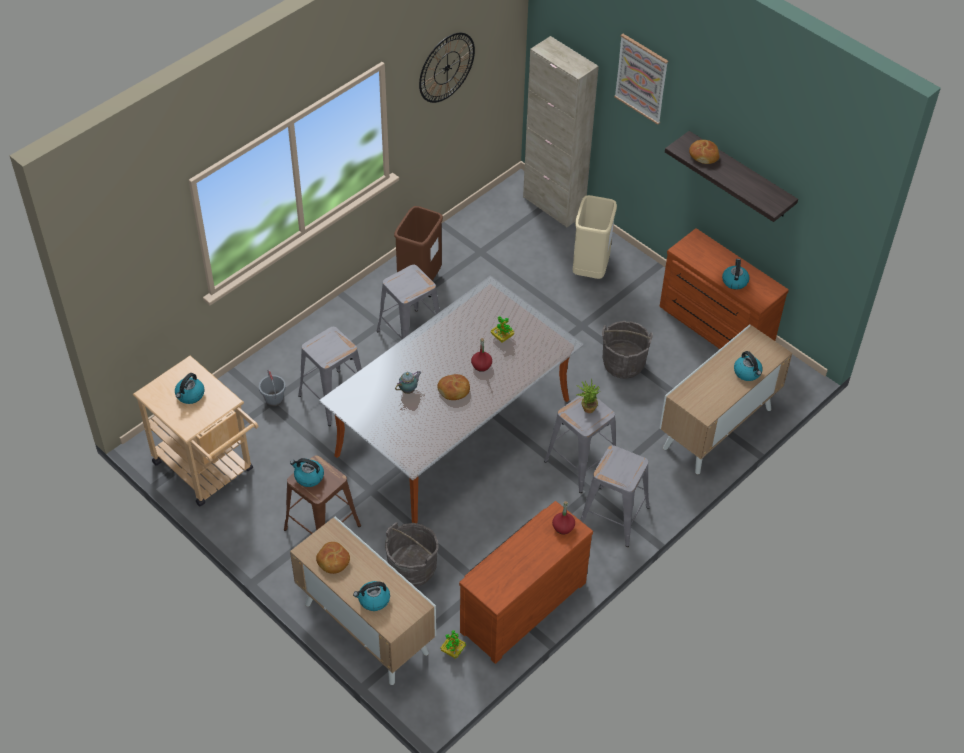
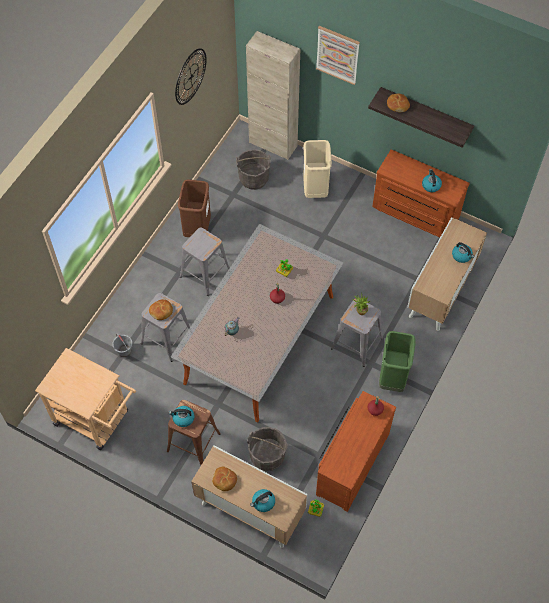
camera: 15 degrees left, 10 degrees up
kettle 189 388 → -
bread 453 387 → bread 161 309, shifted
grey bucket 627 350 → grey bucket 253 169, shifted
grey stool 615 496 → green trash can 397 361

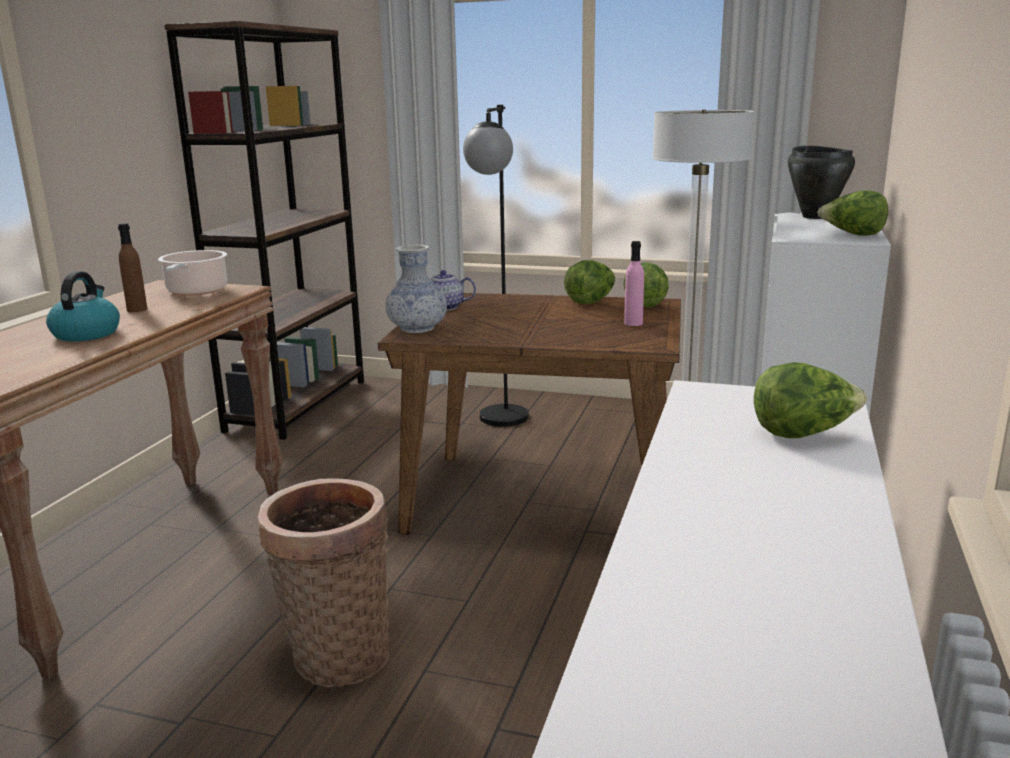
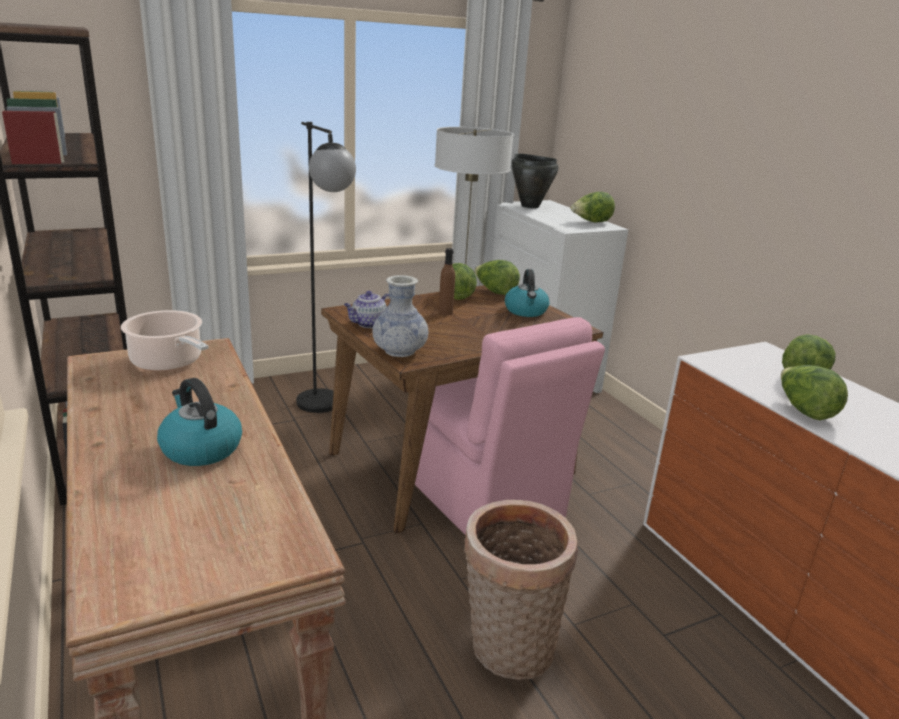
camera: 45 degrees left, 5 degrees up
- → pink chair 510 426
- → lettuce 814 392
brown bottle 132 267 → brown bottle 446 281, shifted
pink bottle 634 283 → kettle 527 293

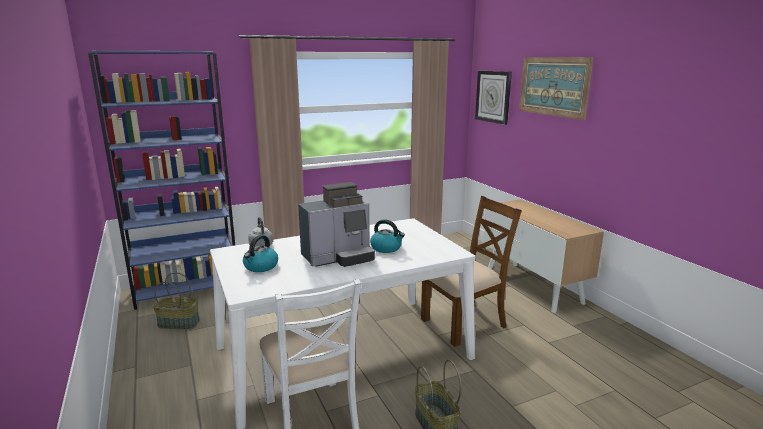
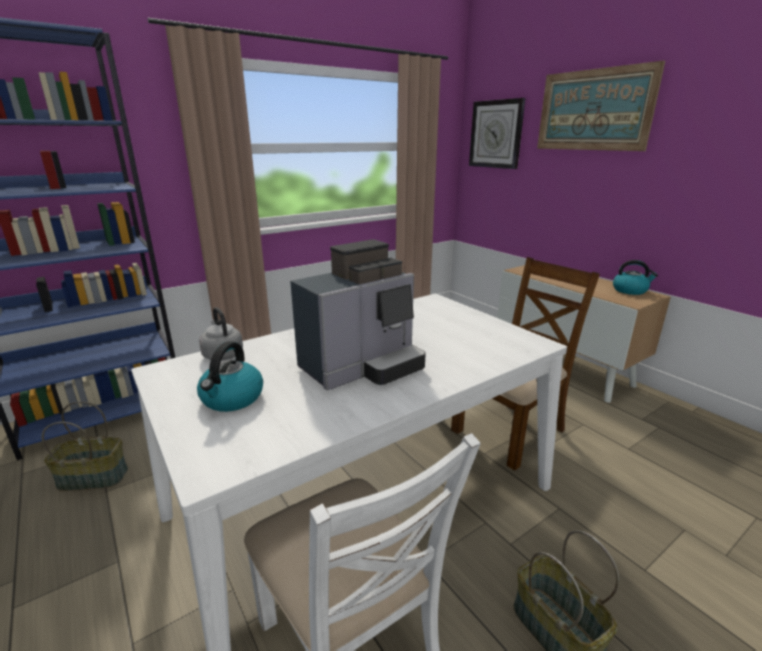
camera: 10 degrees left, 5 degrees up
kettle 387 236 → kettle 635 277, shifted

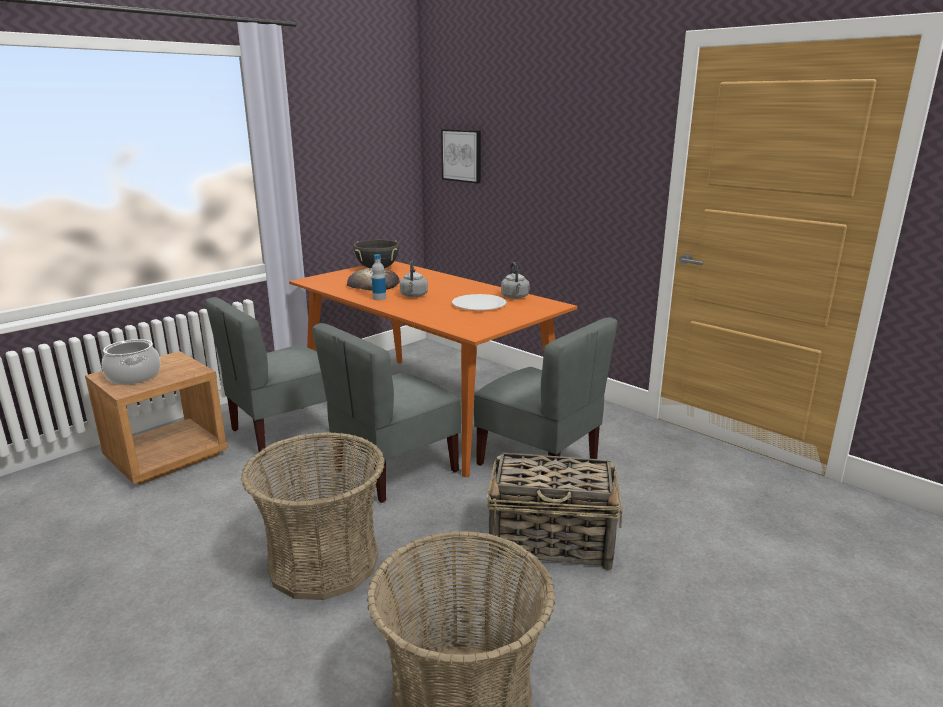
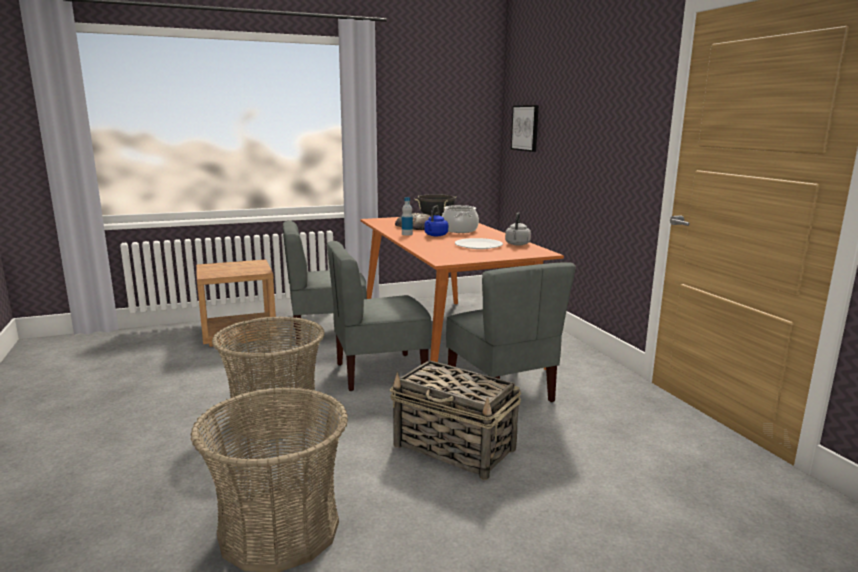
camera: 25 degrees right, 5 degrees down
cooking pot 131 361 → cooking pot 460 219, shifted
grey kettle 414 279 → blue kettle 436 221

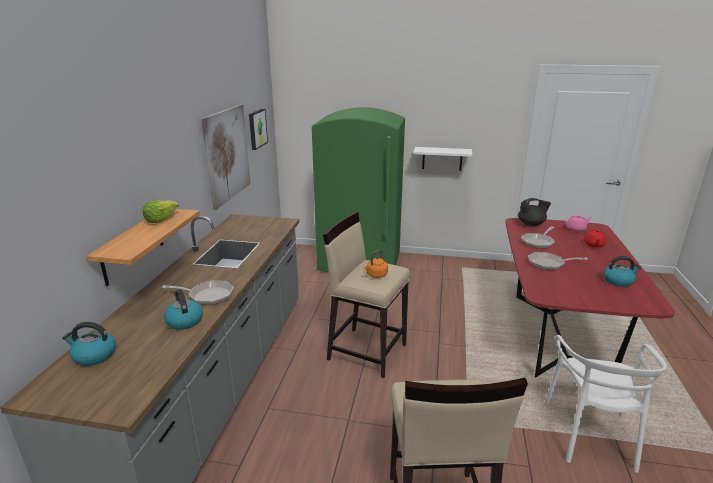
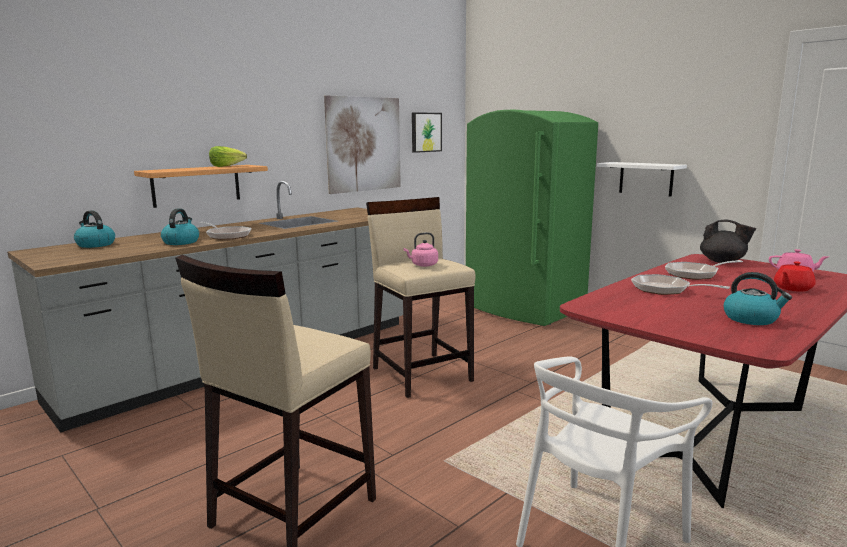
camera: 35 degrees right, 10 degrees down
orange kettle 376 264 → pink kettle 421 249

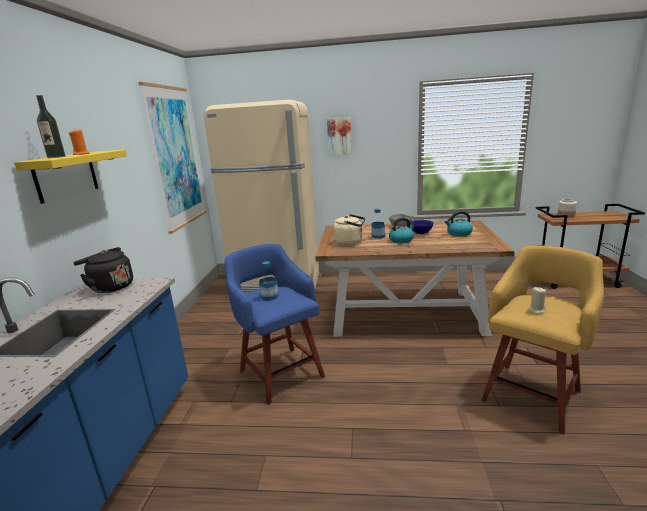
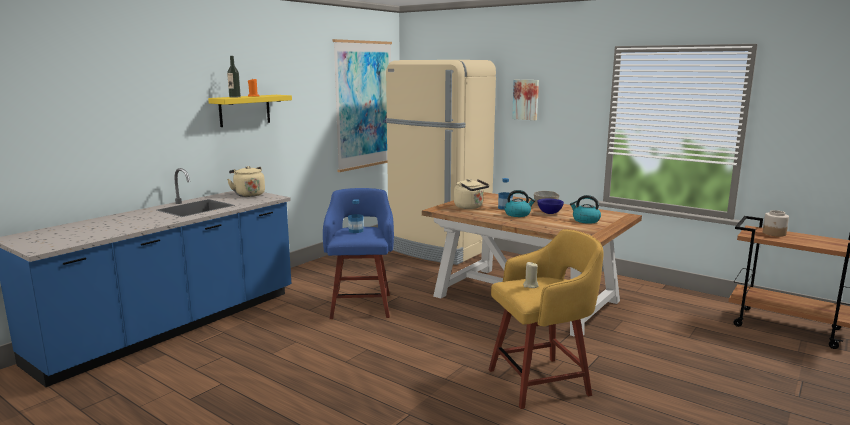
camera: 30 degrees right, 5 degrees down
black kettle 103 270 → beige kettle 246 181

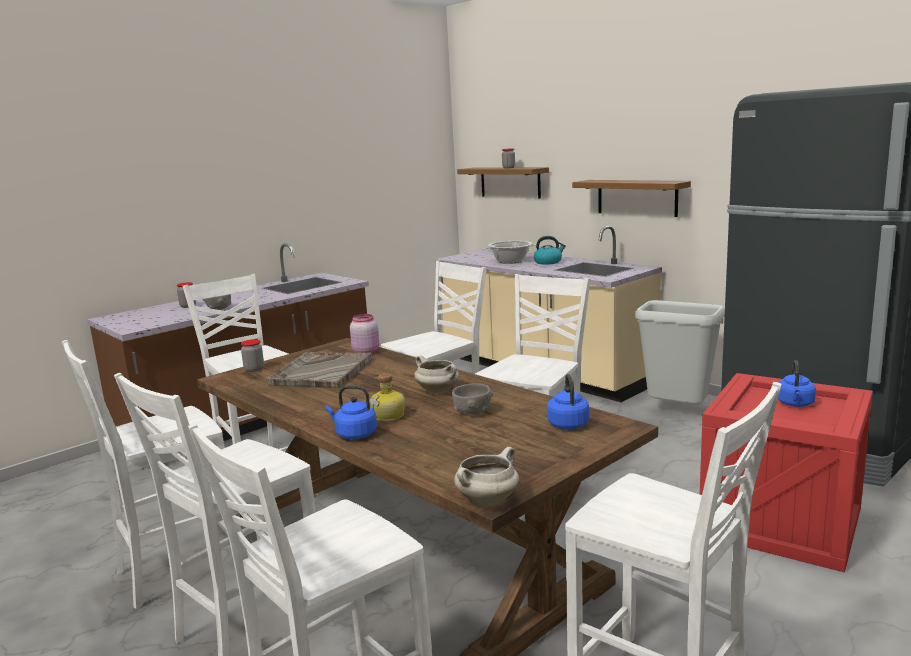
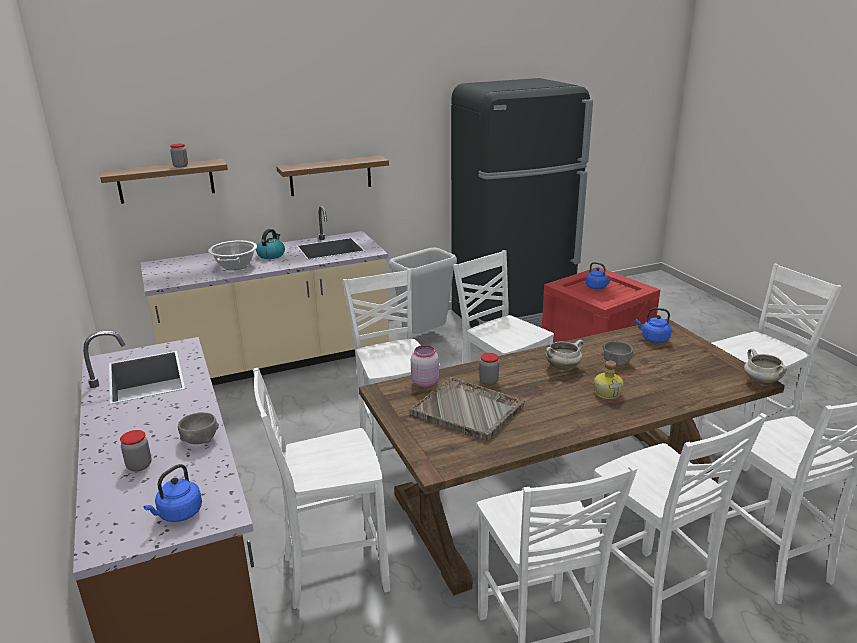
camera: 70 degrees left, 10 degrees up
jar 252 355 → jar 489 369, shifted
blue kettle 351 412 → blue kettle 172 493, shifted

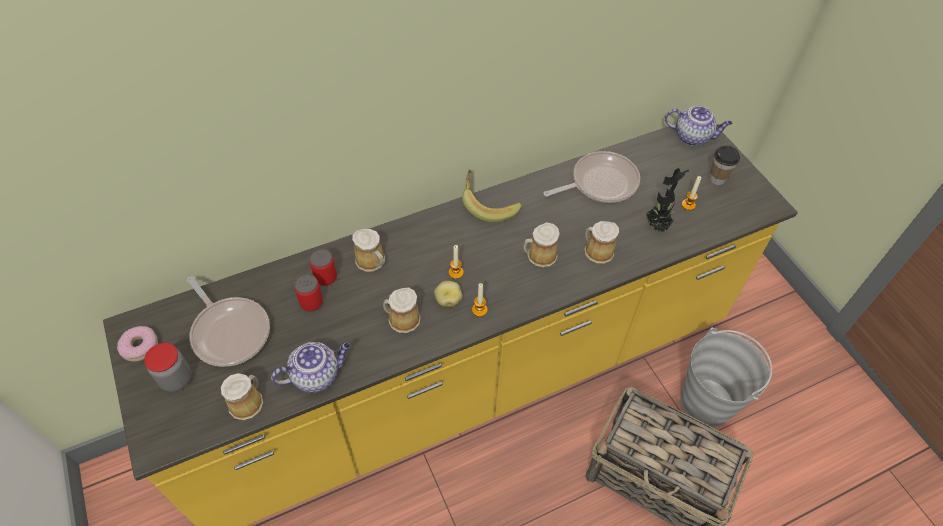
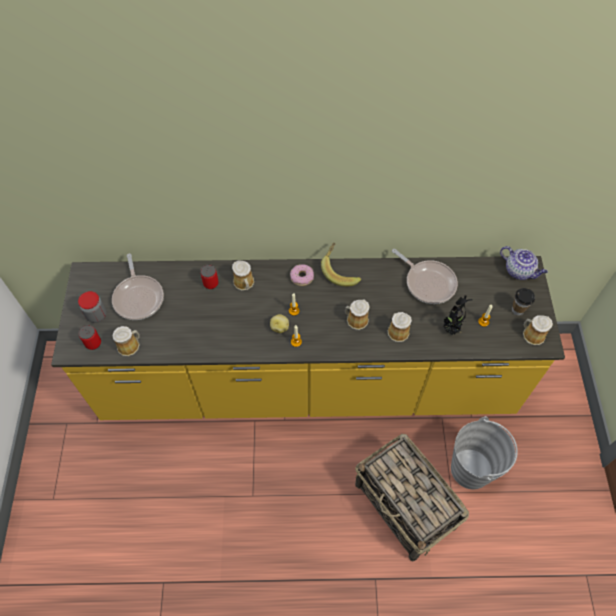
camera: 25 degrees right, 5 degrees up
teapot 310 367 → -
donut 137 344 → donut 302 275, shifted
can 308 292 → can 89 337, shifted
mug 402 310 → mug 538 330, shifted
frying pan 591 177 → frying pan 425 276, 45 degrees clockwise

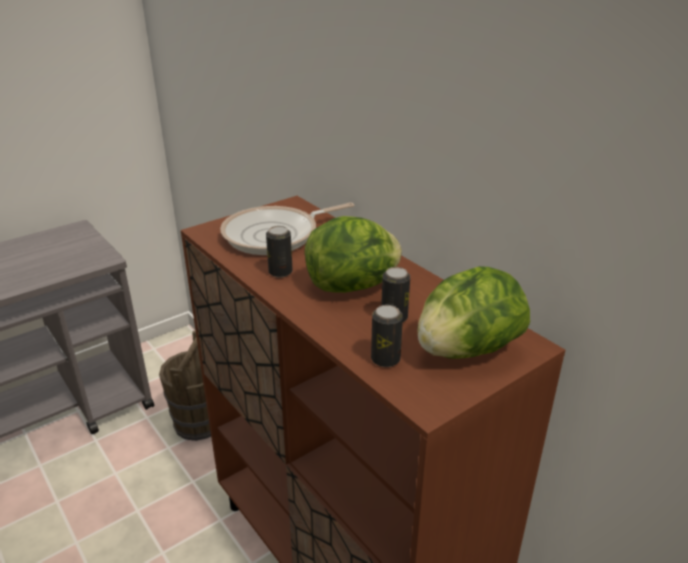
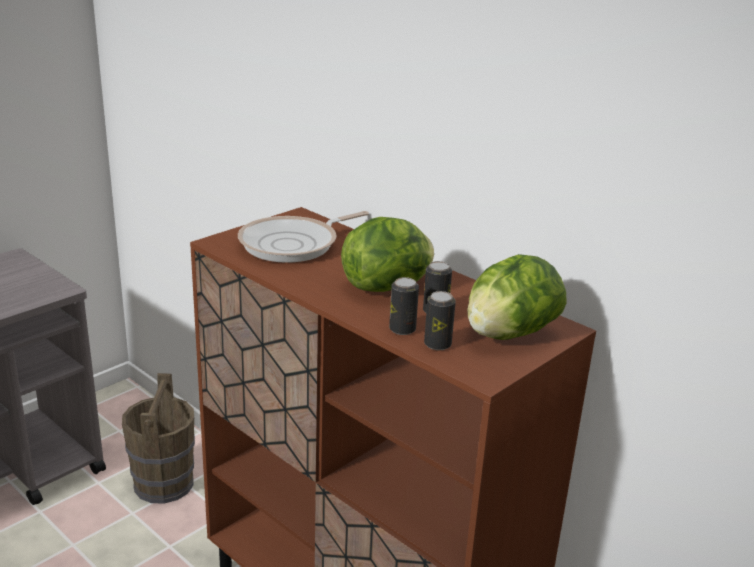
camera: 10 degrees left, 5 degrees down
can 279 252 → can 404 306, shifted

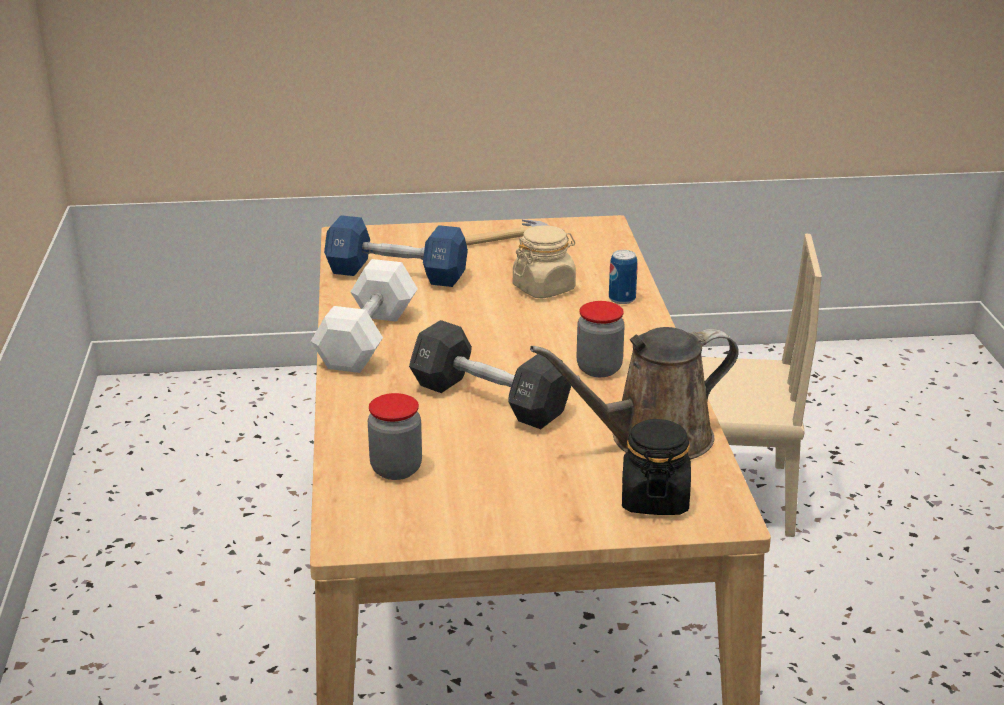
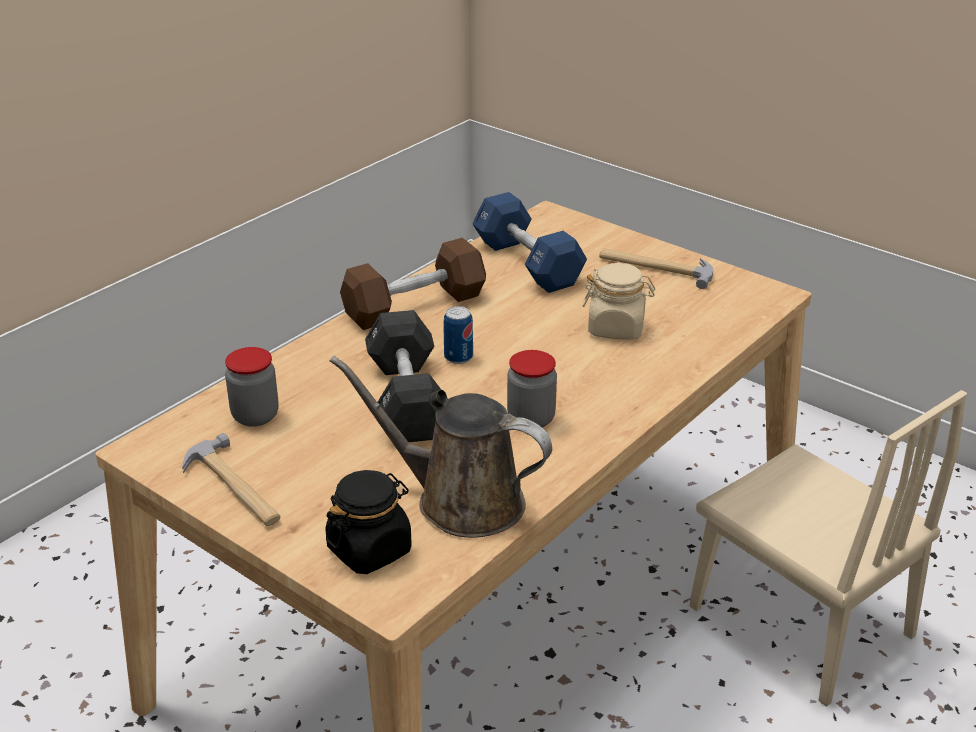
camera: 45 degrees right, 5 degrees up
- → hammer 231 479
can 623 277 → can 458 335, shifted
white dumbbell 364 316 → brown dumbbell 413 284

